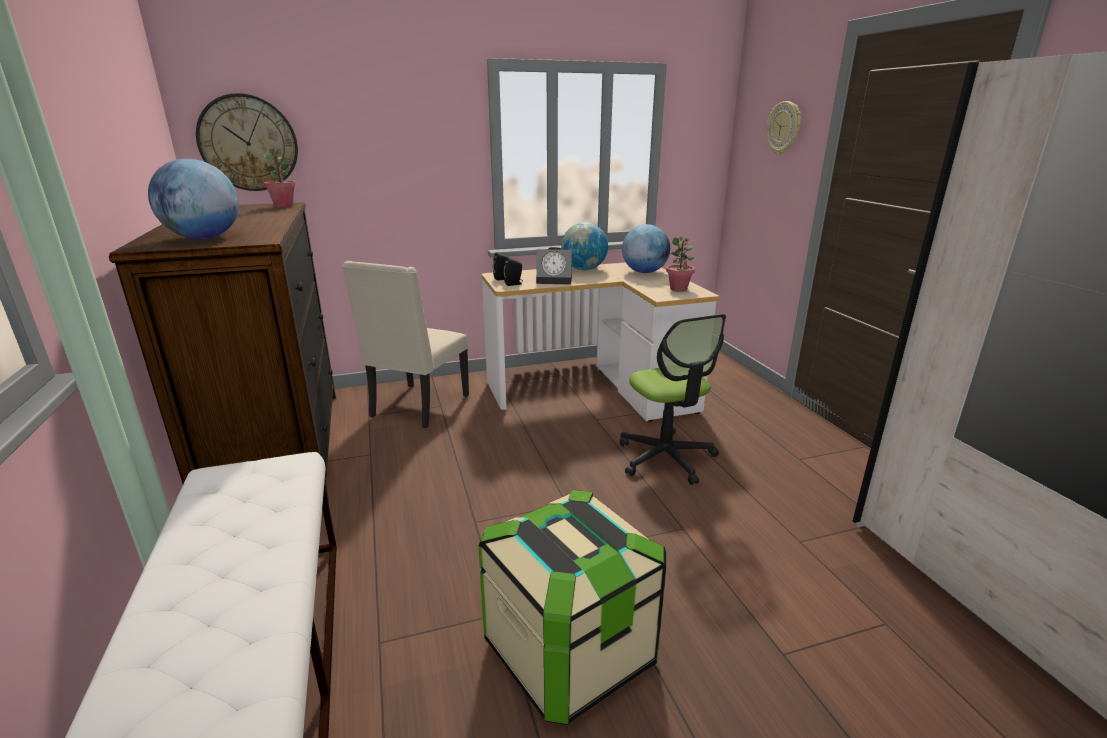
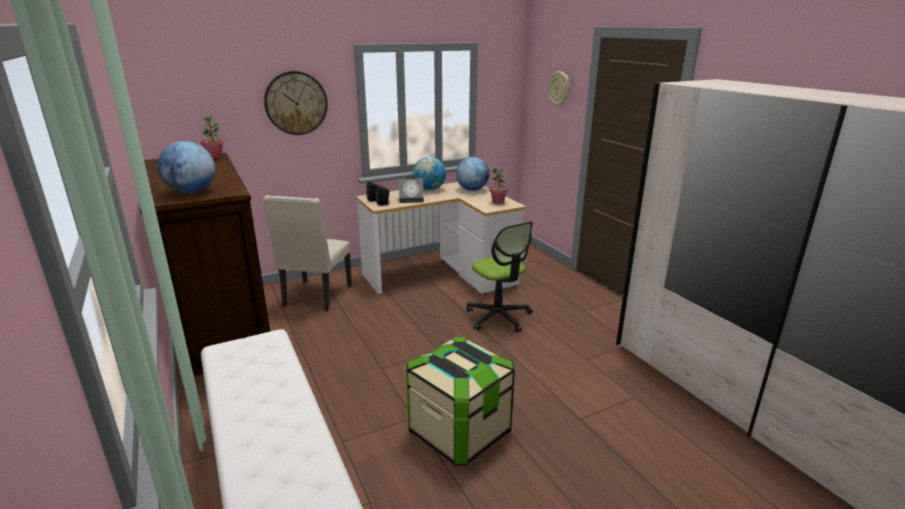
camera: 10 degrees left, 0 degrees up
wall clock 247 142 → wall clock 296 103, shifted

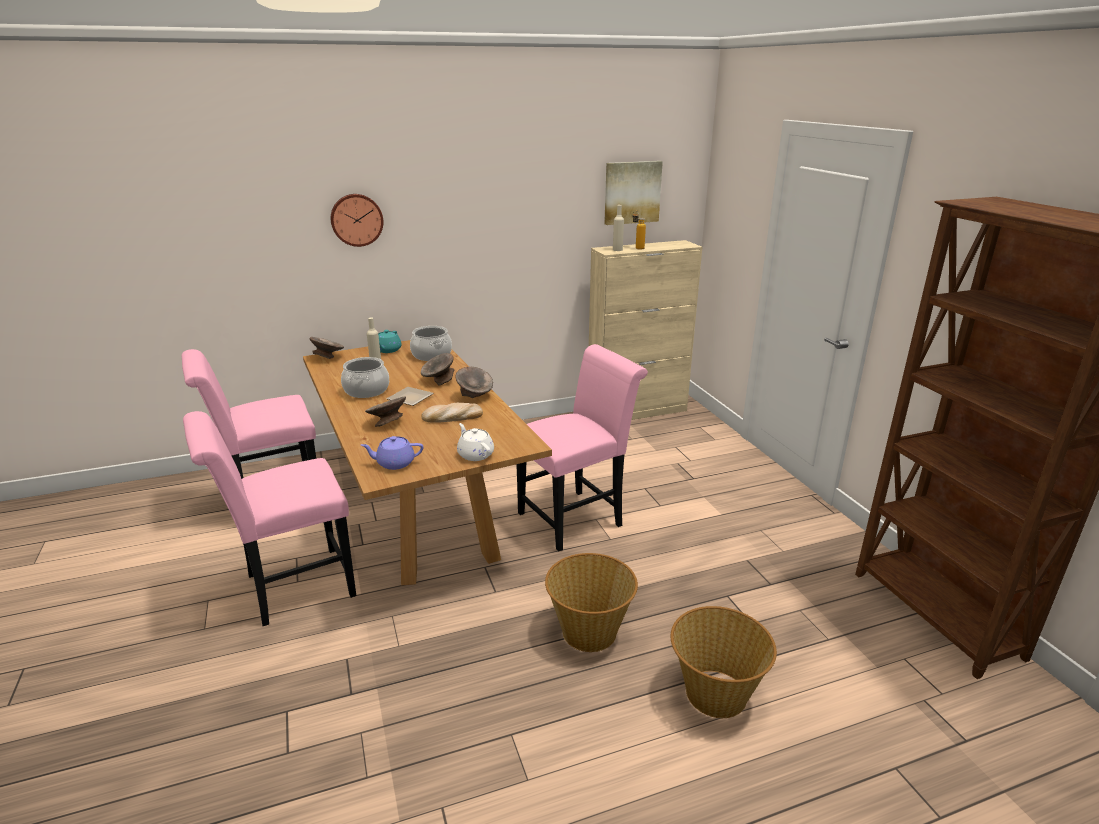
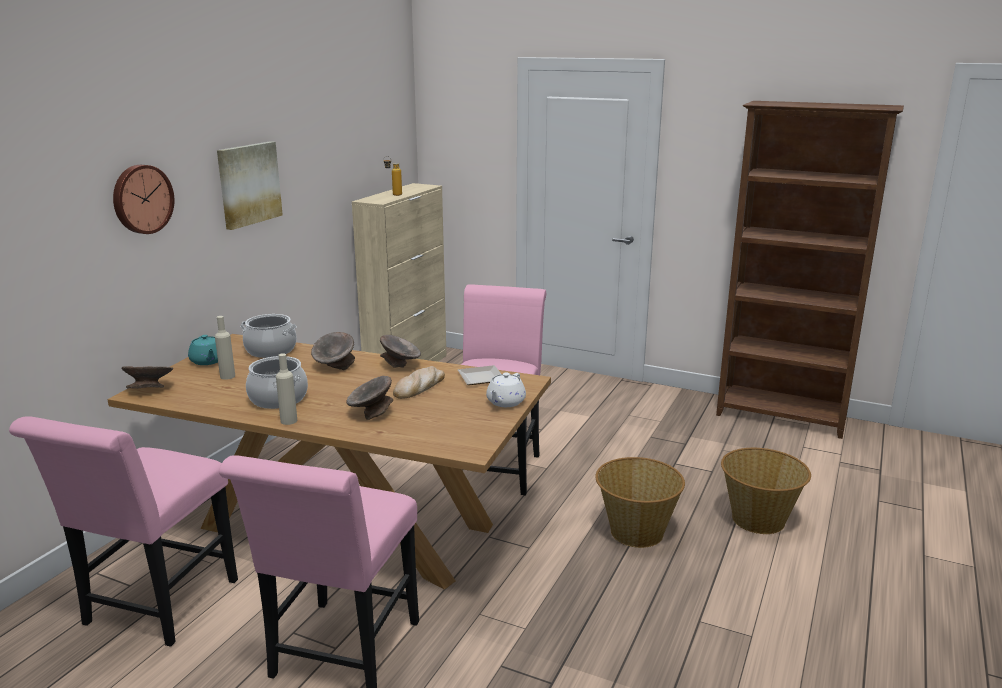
camera: 45 degrees left, 5 degrees down
purple teapot 392 453 → -
plate 410 396 → plate 479 375, shifted
picture 633 193 → picture 250 185, shifted
beige bottle 618 228 → beige bottle 286 389, shifted
white teapot 475 442 → white teapot 506 390, 75 degrees counterclockwise

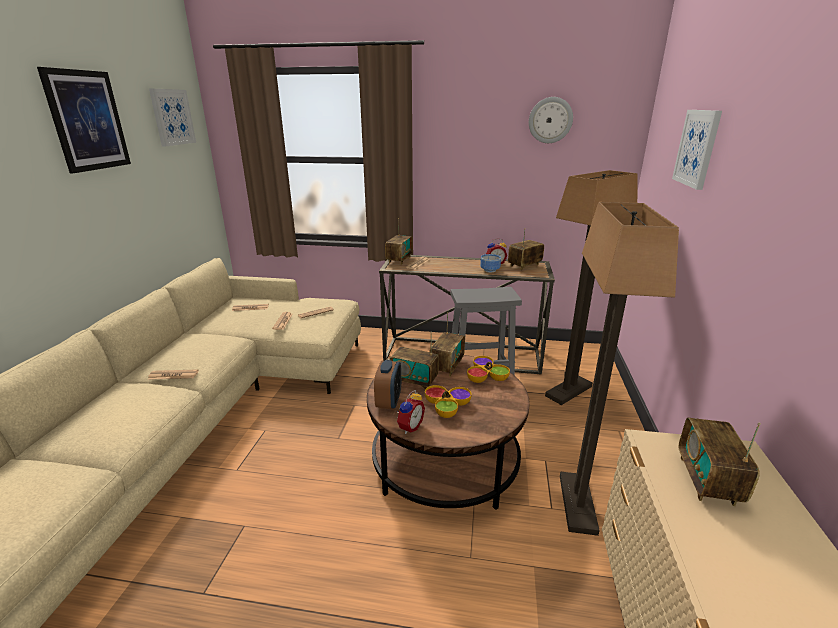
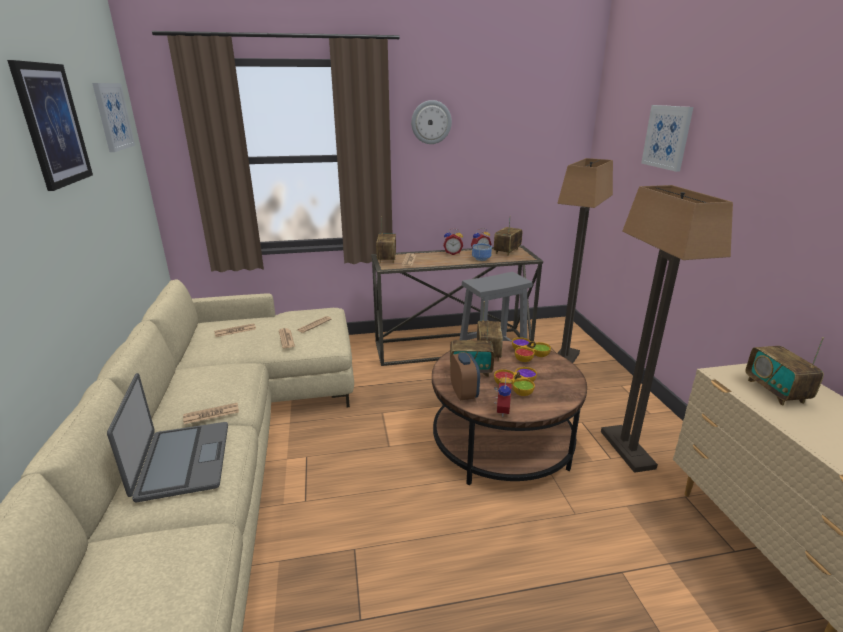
camera: 20 degrees left, 0 degrees up
- → laptop 167 437
- → alarm clock 453 241
wall clock 551 120 → wall clock 431 122, shifted

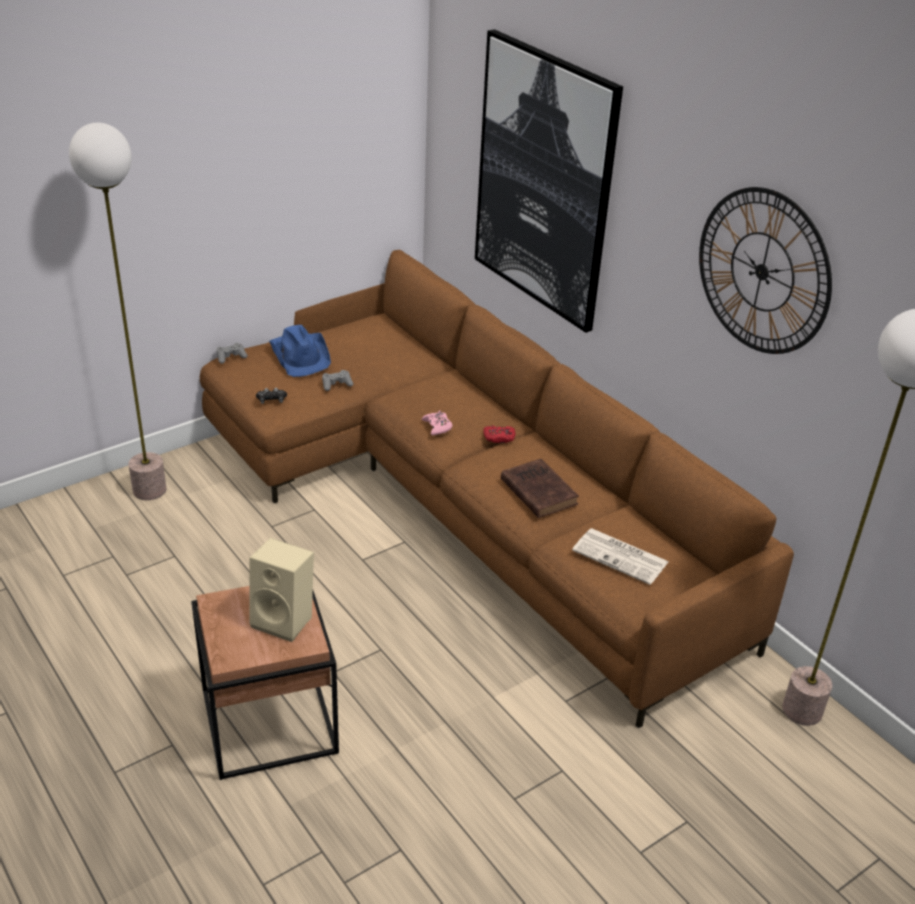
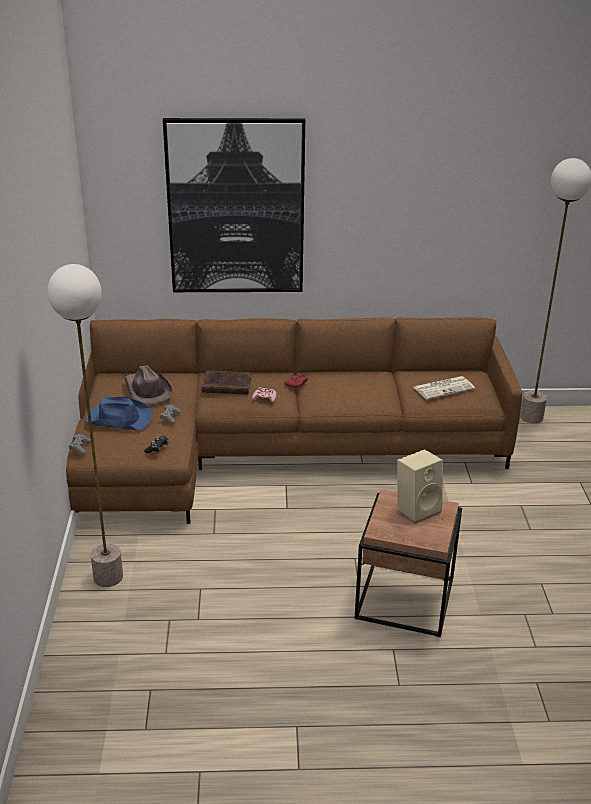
camera: 55 degrees left, 5 degrees down
wall clock 765 270 → -
- → brown hat 148 384
brown book 540 488 → brown book 226 382, shifted

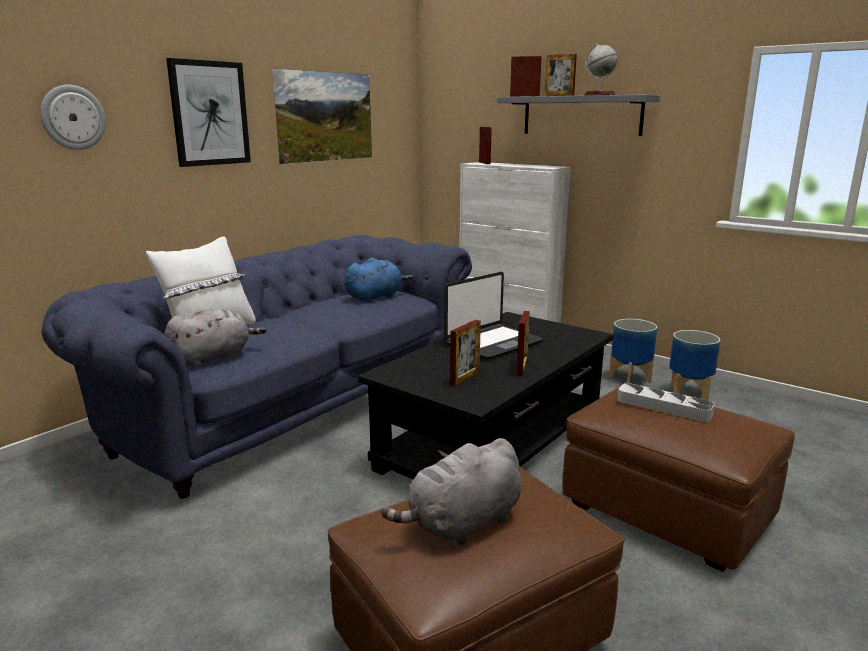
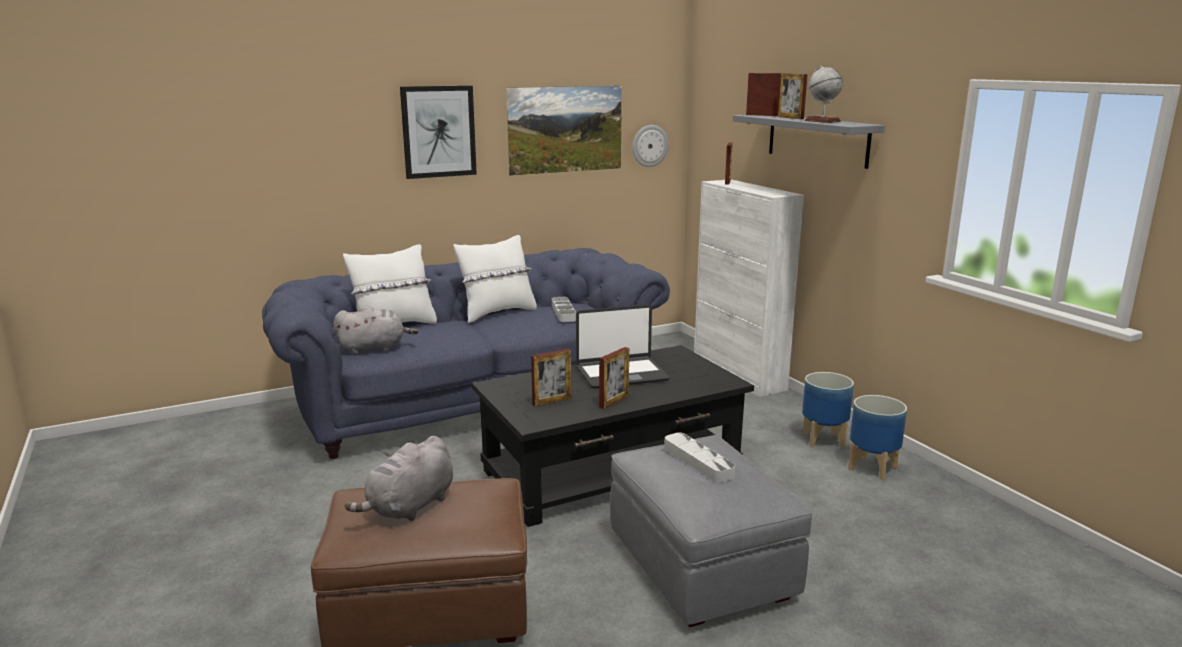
camera: 25 degrees right, 0 degrees up
- → white pillow 495 279
wall clock 73 117 → wall clock 650 146, shifted
blue plush toy 379 280 → grey tray 564 309
brown ottoman 679 477 → grey ottoman 711 531
grey plush toy 451 491 → grey plush toy 399 478, 45 degrees counterclockwise

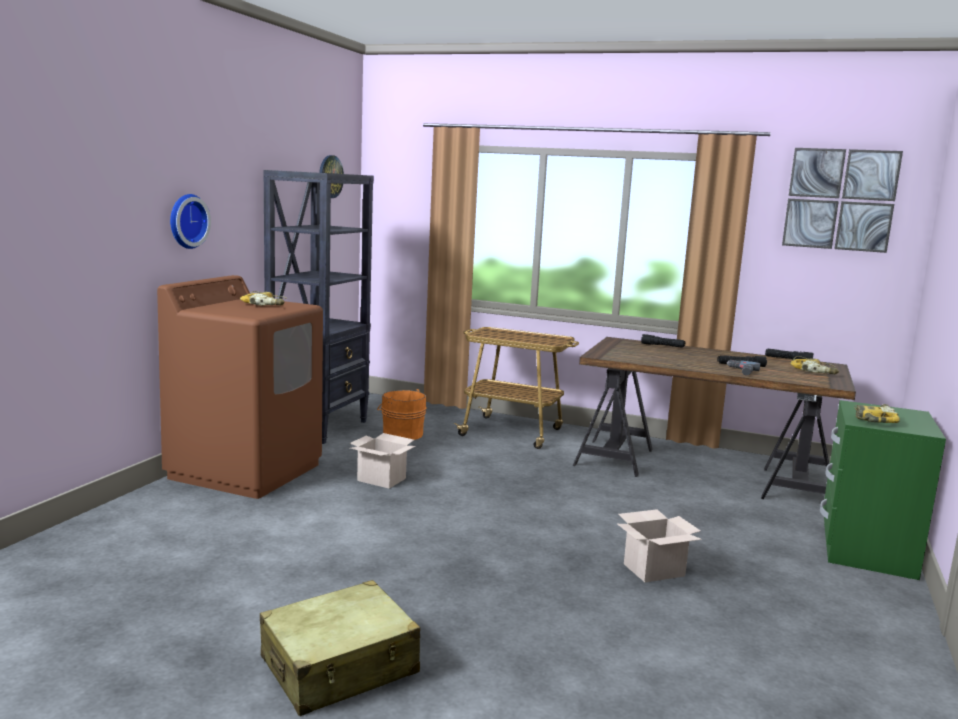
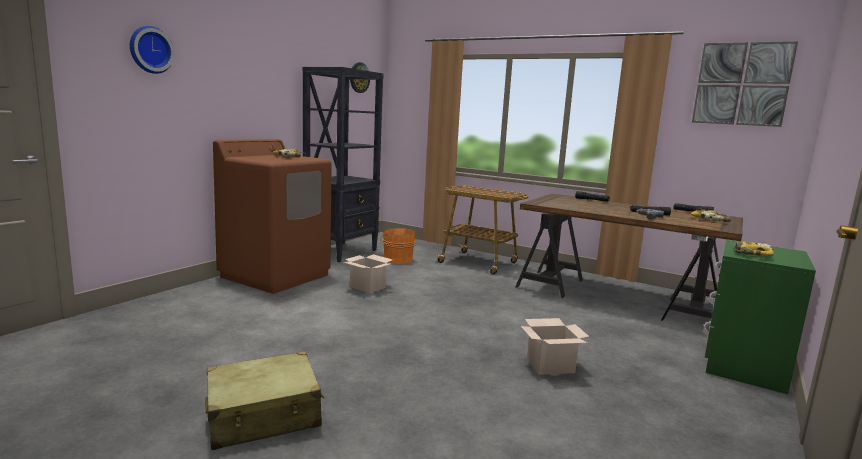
camera: 10 degrees right, 0 degrees up
wall clock 190 221 → wall clock 152 50, shifted

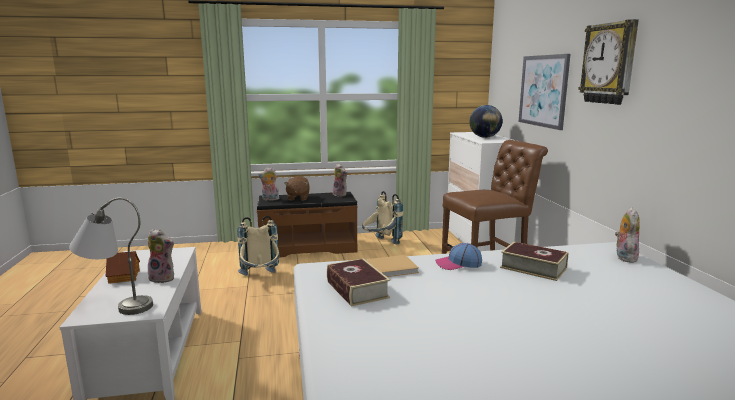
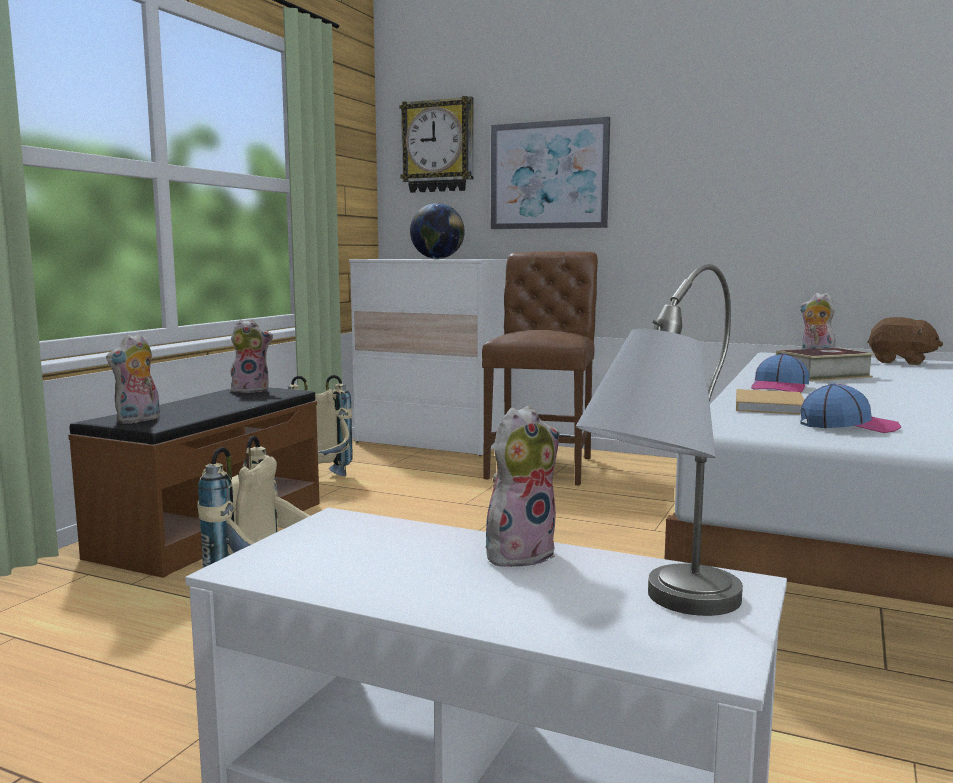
camera: 55 degrees left, 5 degrees down
toy house 123 267 → -
brown plush toy 297 188 → brown plush toy 905 341, shifted
wall clock 608 62 → wall clock 436 144, shifted
book 358 282 → cap 850 408

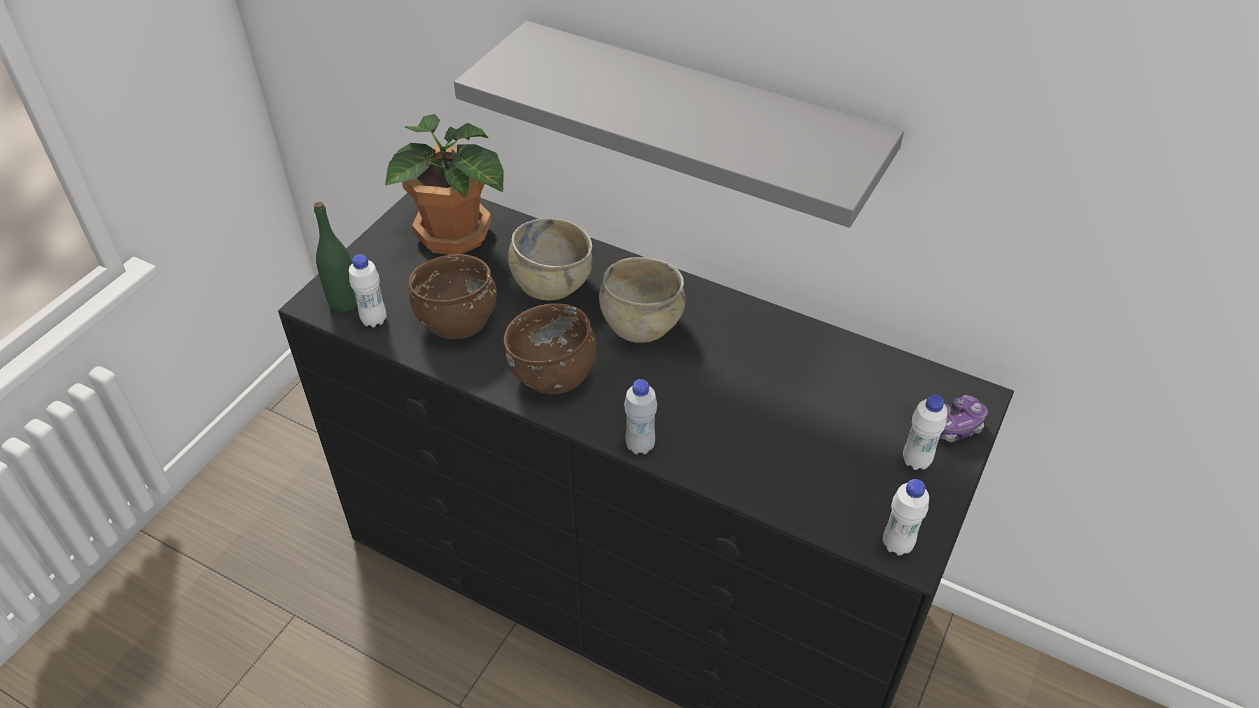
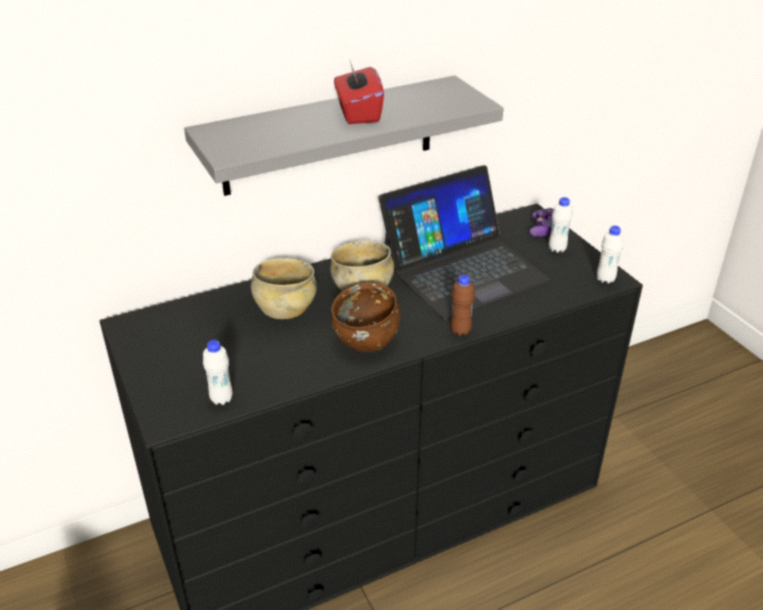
camera: 55 degrees left, 10 degrees down
green bottle 335 257 → -
potted plant 444 184 → -
brown bowl 453 296 → -
- → red tissue box 359 92
- → laptop 464 242
white bottle 640 416 → brown bottle 463 305

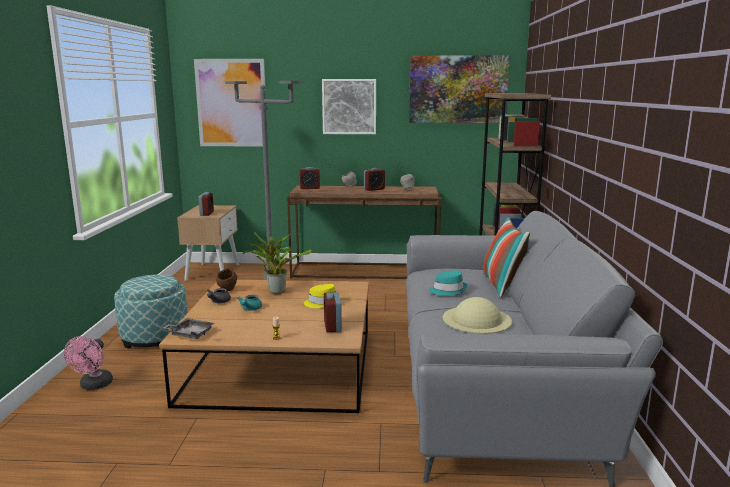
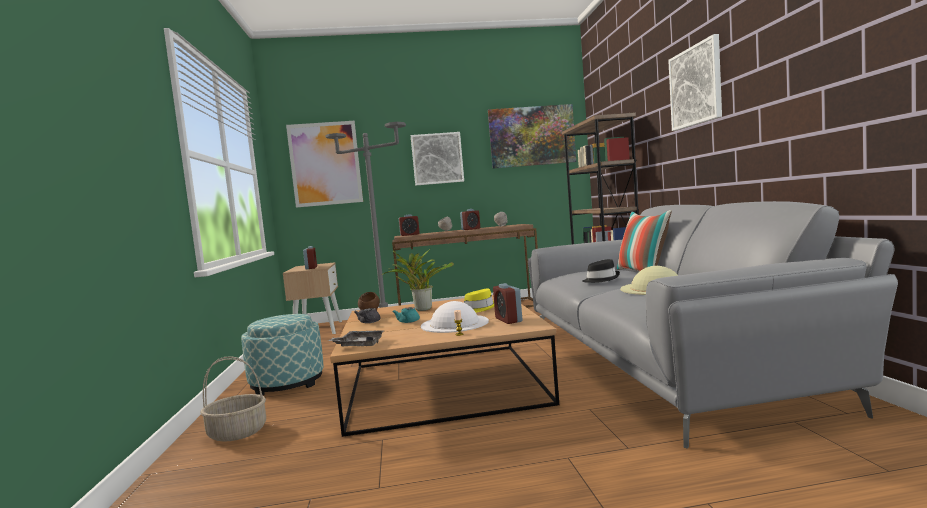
camera: 10 degrees left, 10 degrees down
- → white hat 455 317
- → picture 695 82
pink fan 88 363 → basket 233 399
turquoise hat 448 283 → black hat 601 271

